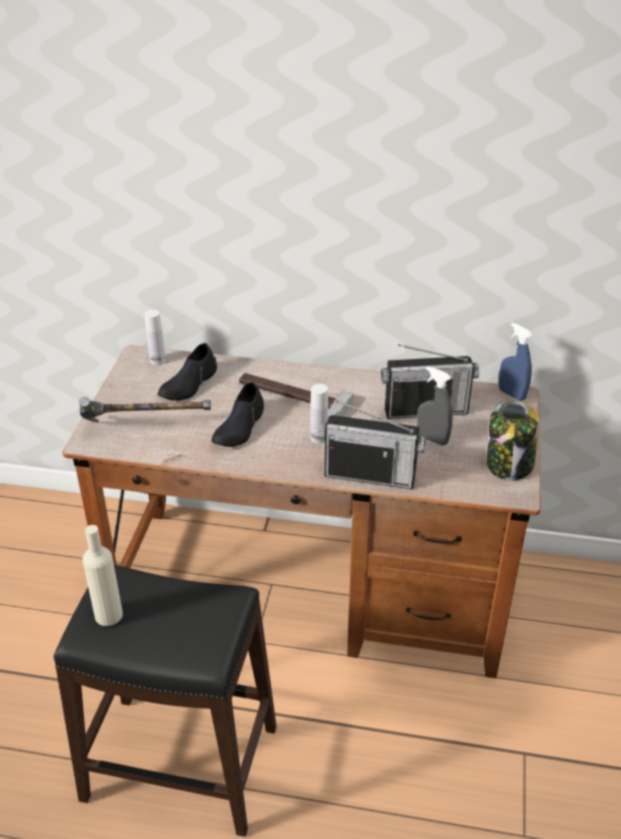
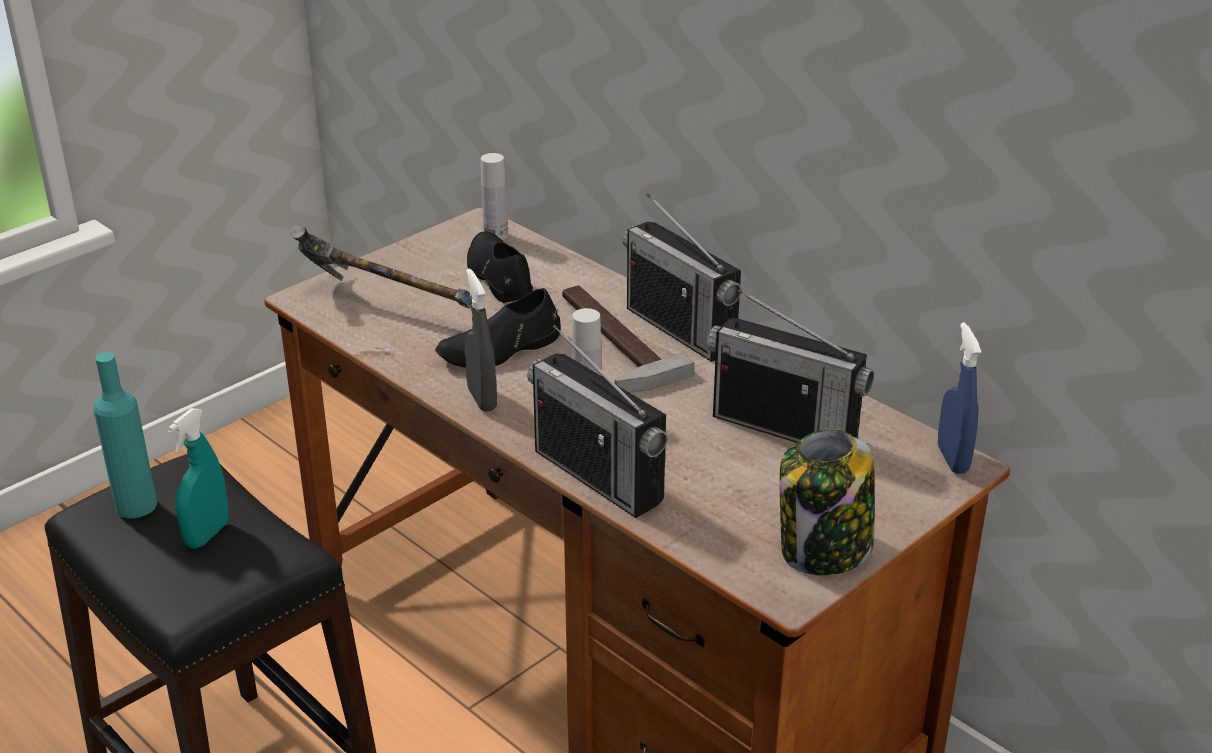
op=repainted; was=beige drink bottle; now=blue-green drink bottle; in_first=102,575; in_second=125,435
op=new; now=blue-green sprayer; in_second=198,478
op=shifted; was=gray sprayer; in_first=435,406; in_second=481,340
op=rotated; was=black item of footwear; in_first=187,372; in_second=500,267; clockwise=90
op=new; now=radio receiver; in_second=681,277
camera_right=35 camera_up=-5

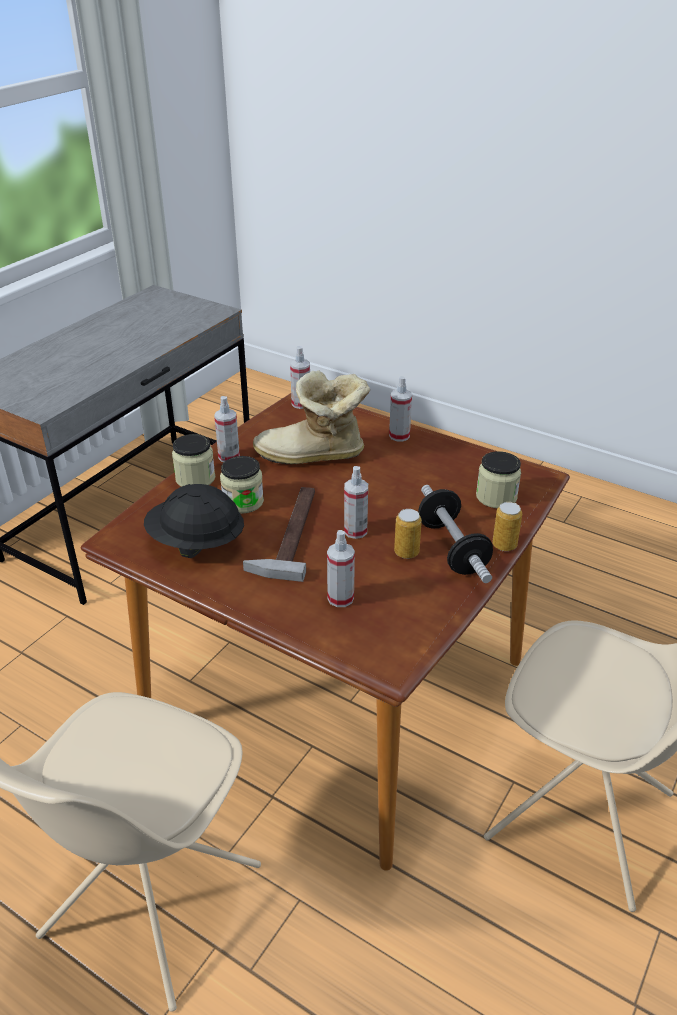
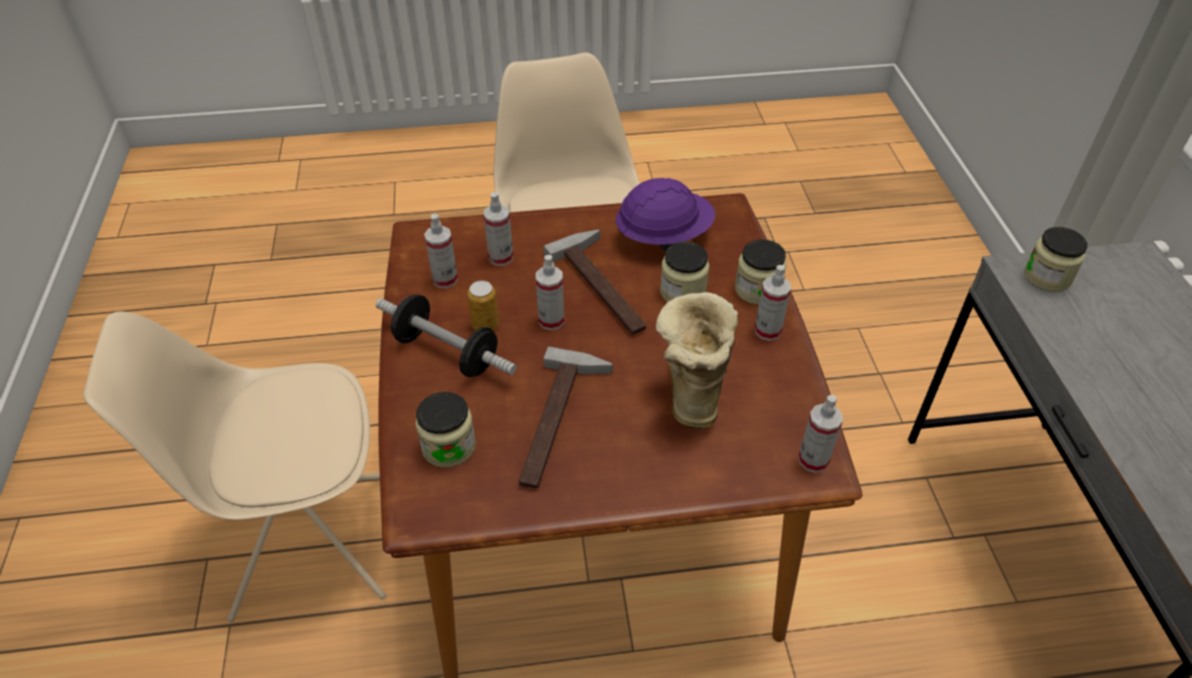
op=shifted; was=sprayer; in_first=400,409; in_second=441,251
op=new; now=hand hammer; in_second=566,417
op=repainted; was=black hard hat; now=purple-coloured hard hat; in_first=194,521; in_second=665,214
op=rotated; was=tall boot; in_first=311,417; in_second=697,360; clockwise=-45
op=new; now=jar; in_second=1056,259
op=gone; was=sealed can; in_first=507,526
camera_right=140 camera_up=10

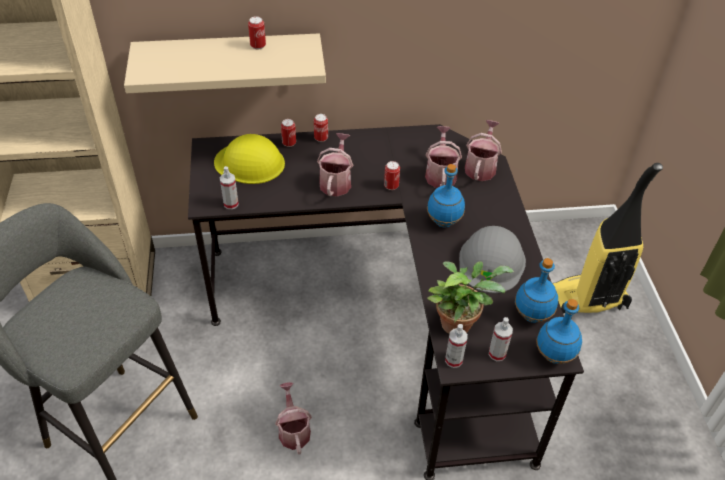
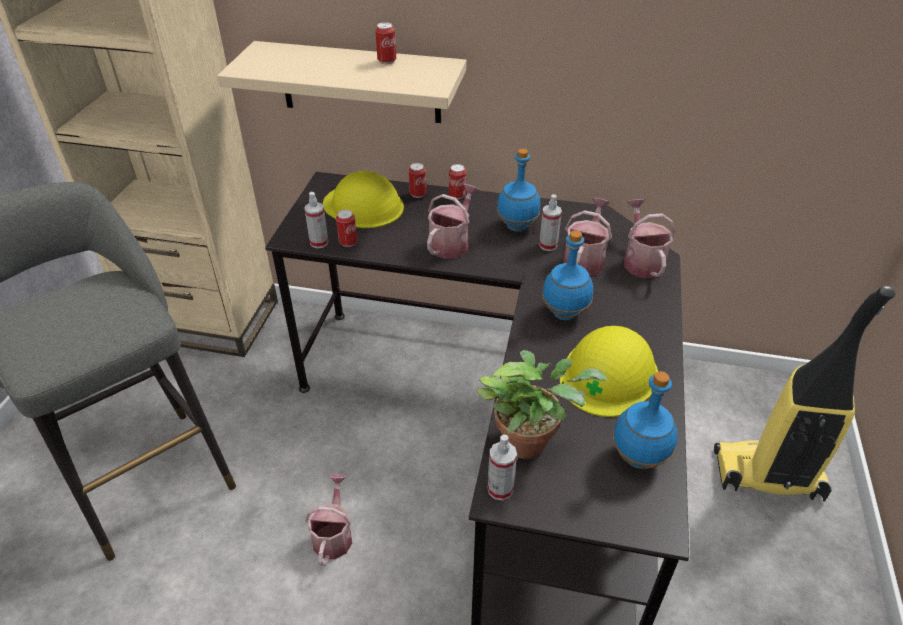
op=shifted; was=sealed can; in_first=392,175; in_second=346,228
op=shifted; was=blue drink bottle; in_first=559,331; in_second=518,190
op=shifted; was=sprayer; in_first=501,339; in_second=550,222
op=repainted; was=gray hard hat; now=yellowish hard hat; in_first=492,259; in_second=609,371
op=rotated; was=watering can; in_first=483,150; in_second=649,238; clockwise=-45
camera_right=20 camera_up=-5

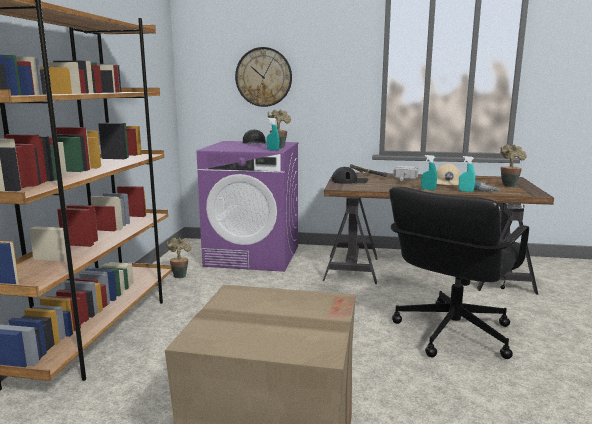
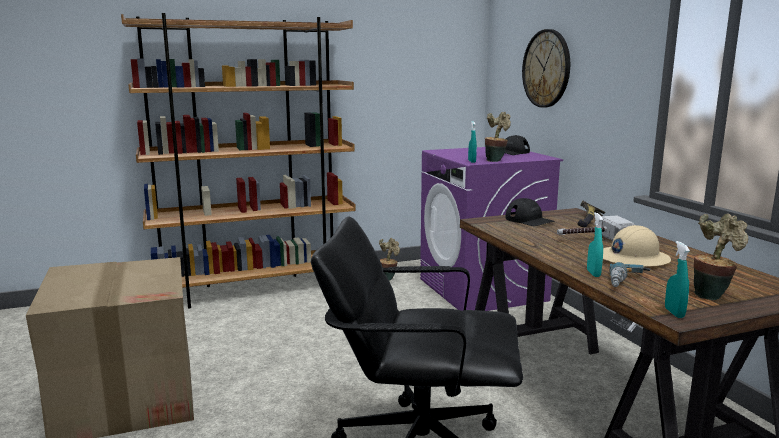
op=shifted; was=blue-green sprayer; in_first=429,172; in_second=677,279
camera_right=60 camera_up=0

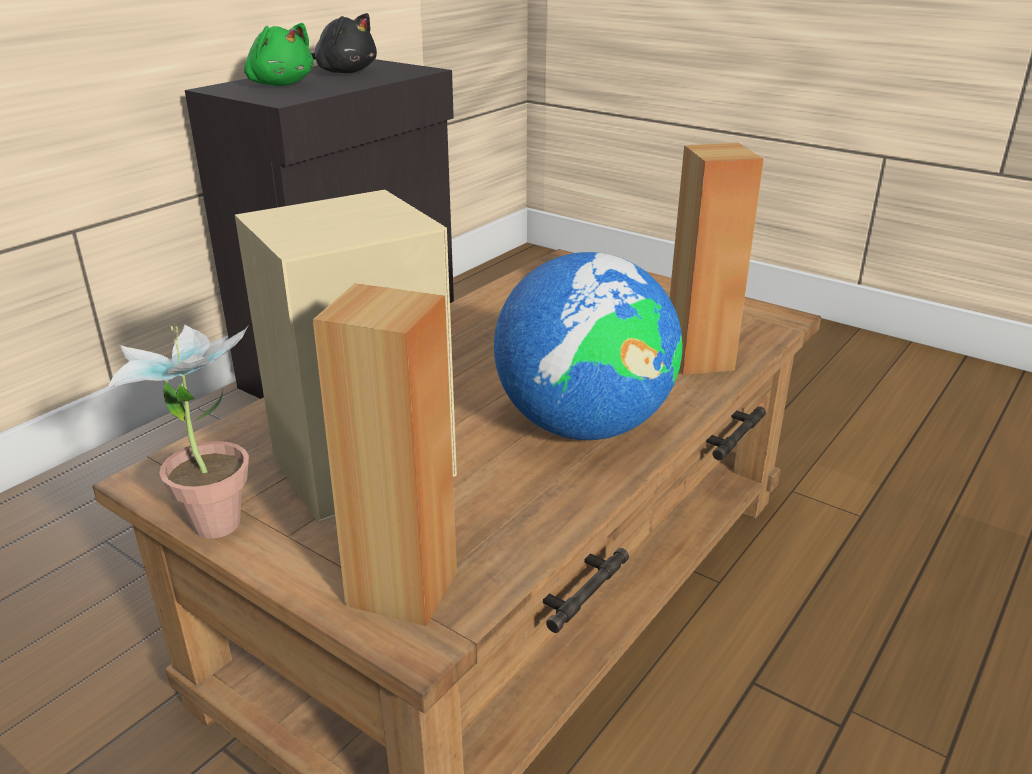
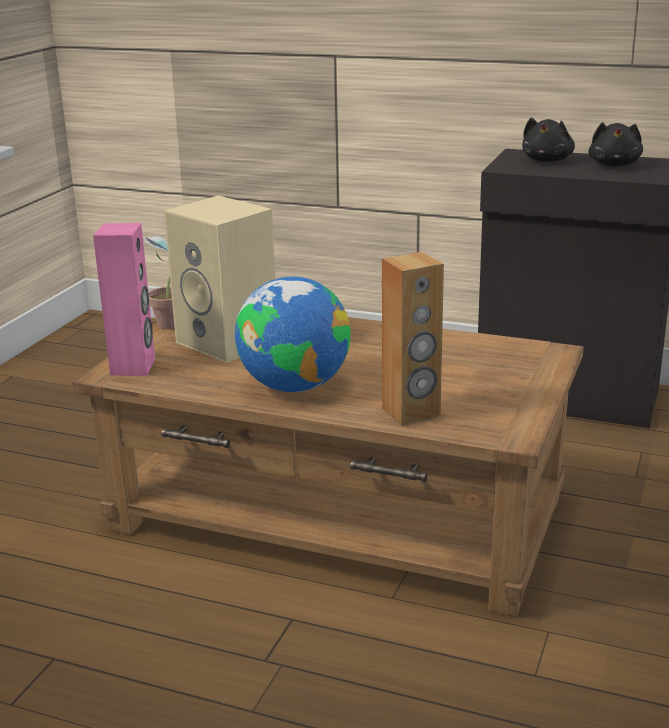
op=repainted; was=brown-coloured loudspeaker; now=pink loudspeaker; in_first=385,454; in_second=124,299
op=repainted; was=green cuddly toy; now=black cuddly toy; in_first=279,54; in_second=548,140
camera_right=75 camera_up=-5

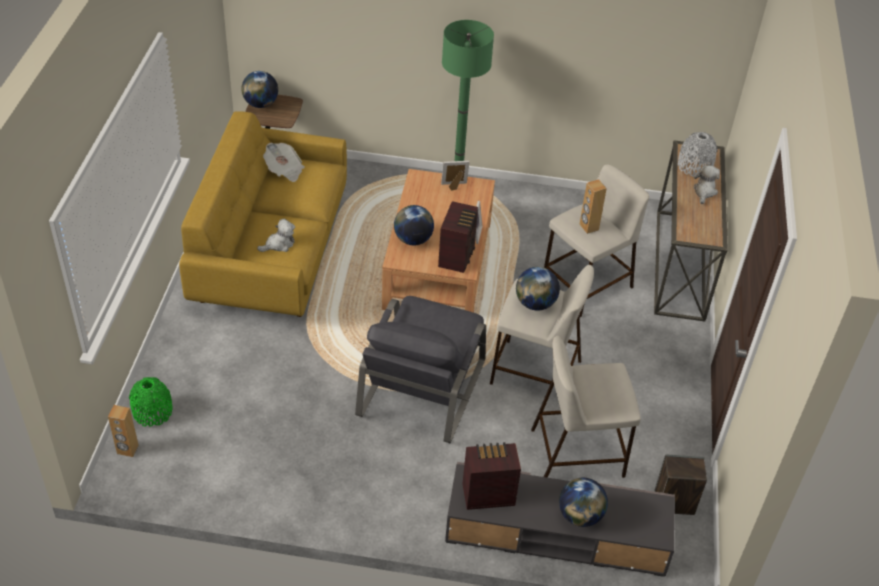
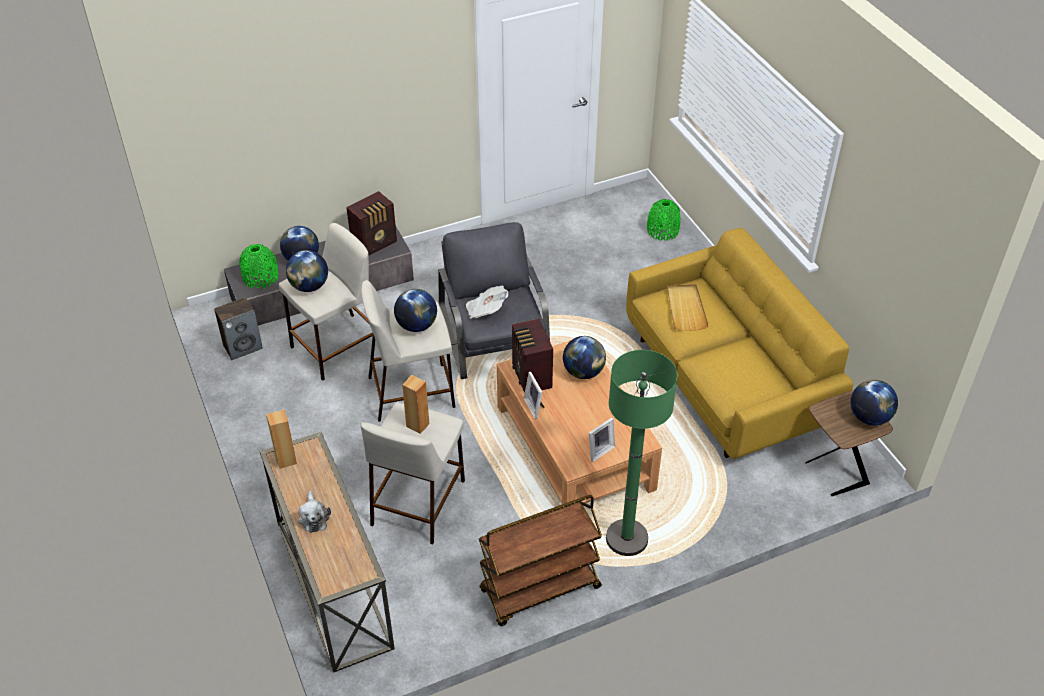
op=new; now=green vase; in_second=258,266
op=shifted; was=brown-coloured loudspeaker; in_first=123,431; in_second=281,439
op=new; now=desk globe; in_second=307,271
op=shifted; was=newspaper; in_first=284,162; in_second=487,302
op=new; now=brown-coloured trolley; in_second=540,560
op=swapped; was=cuddly toy; now=beige carrying tray; in_first=276,235; in_second=688,307
op=gone; was=gray vase; in_first=698,154
camera_right=150 camera_up=0

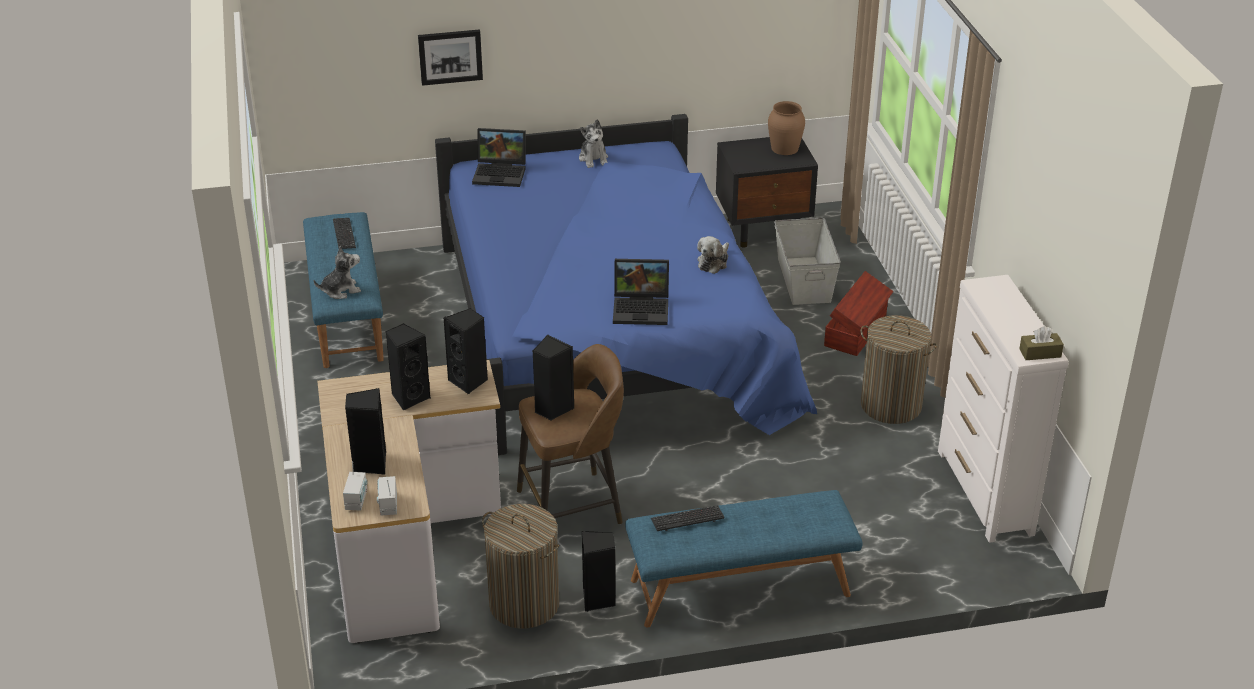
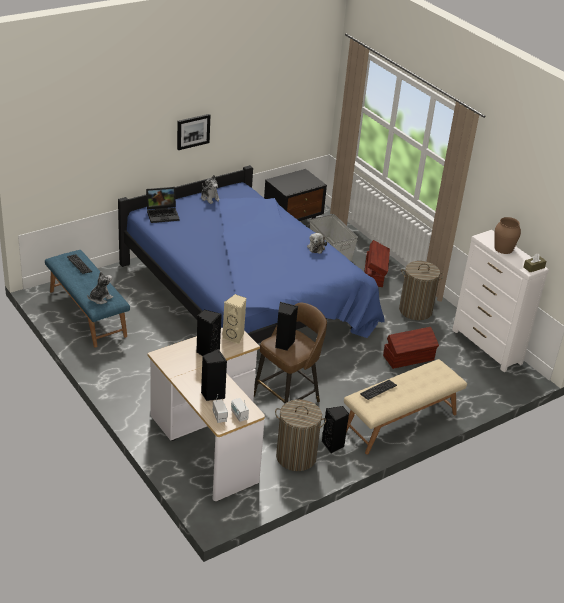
op=shifted; was=picture; in_first=450,57; in_second=193,132
op=repainted; was=black loudspeaker; now=beige loudspeaker; in_first=466,351; in_second=234,319
op=repainted; was=blue long seat; now=beige long seat; in_first=744,559; in_second=405,406
op=new; now=brown-coloured storage container; in_second=411,348
op=shifted; was=brown-coloured vase; in_first=786,128; in_second=507,235
op=gone; was=portable computer; in_first=641,292
camera_right=-25 camera_up=0

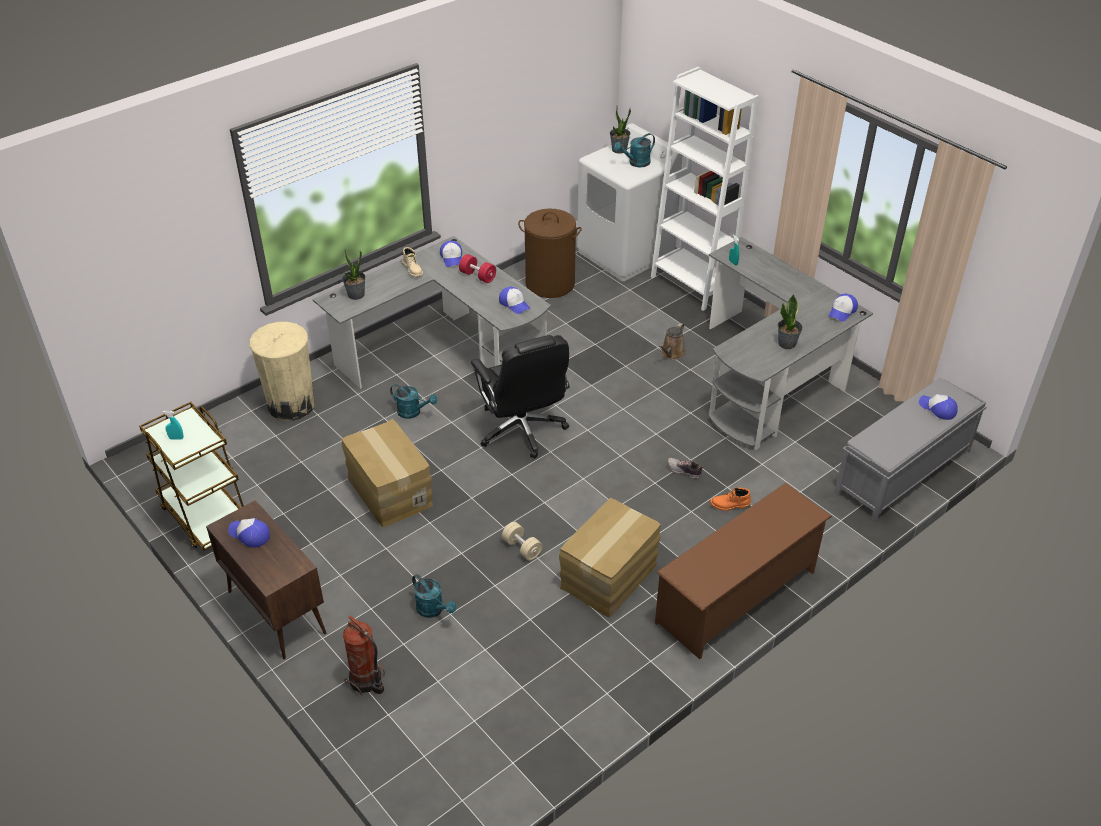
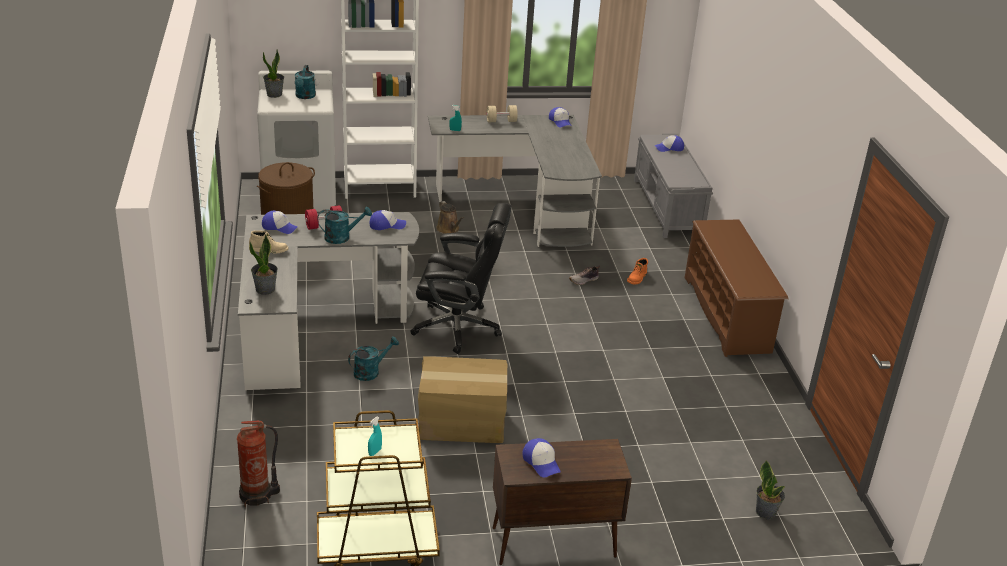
op=shifted; was=extinguisher; in_first=364,655; in_second=258,463
op=shifted; was=blue-green watering can; in_first=434,596; in_second=344,225
op=shifted; was=beige free weight; in_first=522,541; in_second=502,113
op=rotated; was=baseball cap; in_first=249,533; in_second=541,457; clockwise=-90
op=shifted; was=potted plant; in_first=790,321; in_second=770,490
op=gone; was=beige trash can; in_first=282,371
op=gone; was=cardboard box; in_first=610,558
camera_right=-60 camera_up=-10

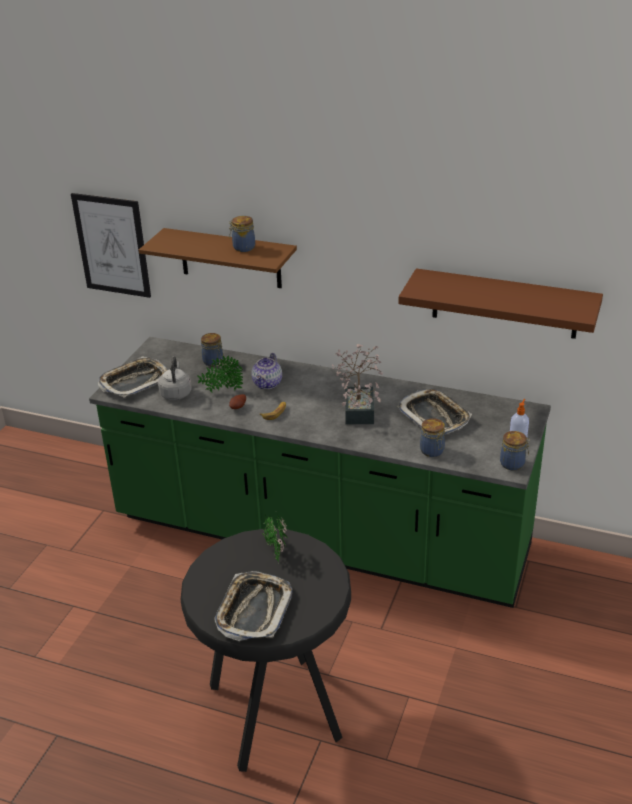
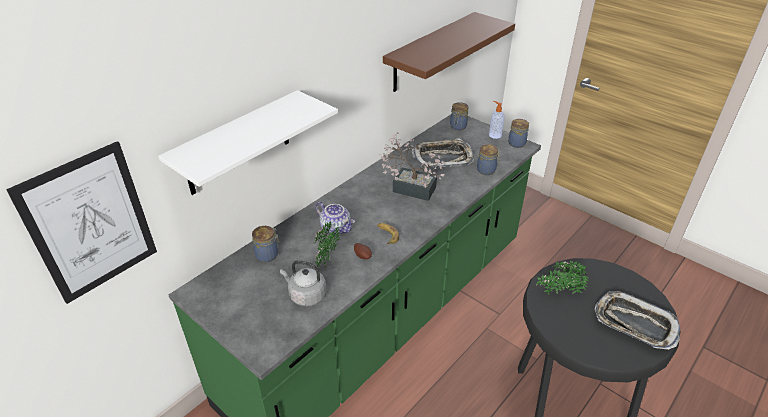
op=repainted; was=brown-coloured bracket shelf; now=white-coloured bracket shelf; in_first=218,258; in_second=248,142
op=shifted; was=jar; in_first=242,234; in_second=459,116
op=gone; was=carrying tray; in_first=133,376
camera_right=-70 camera_up=5

